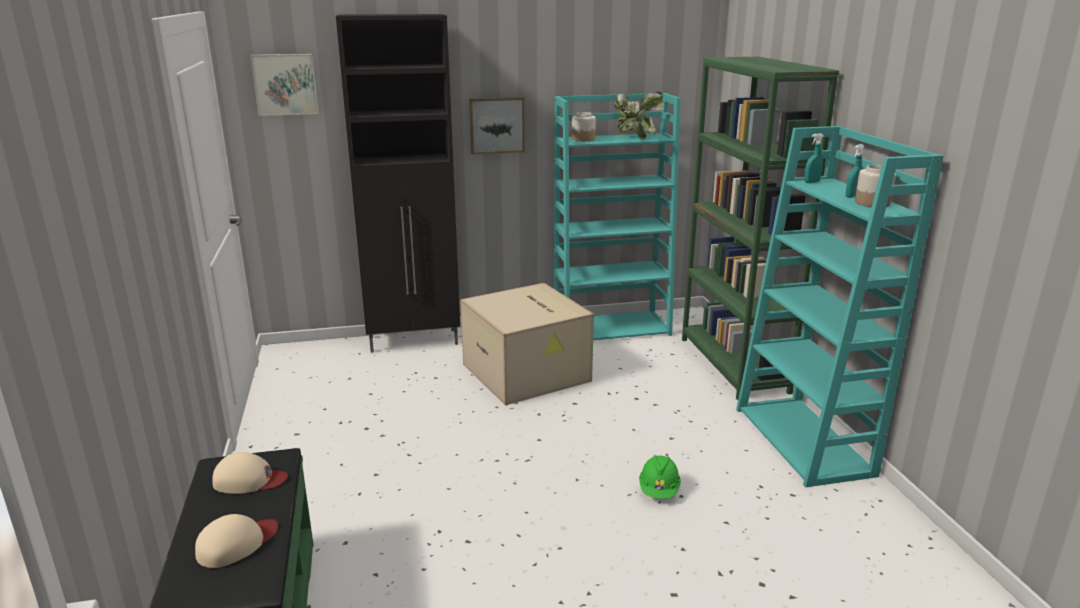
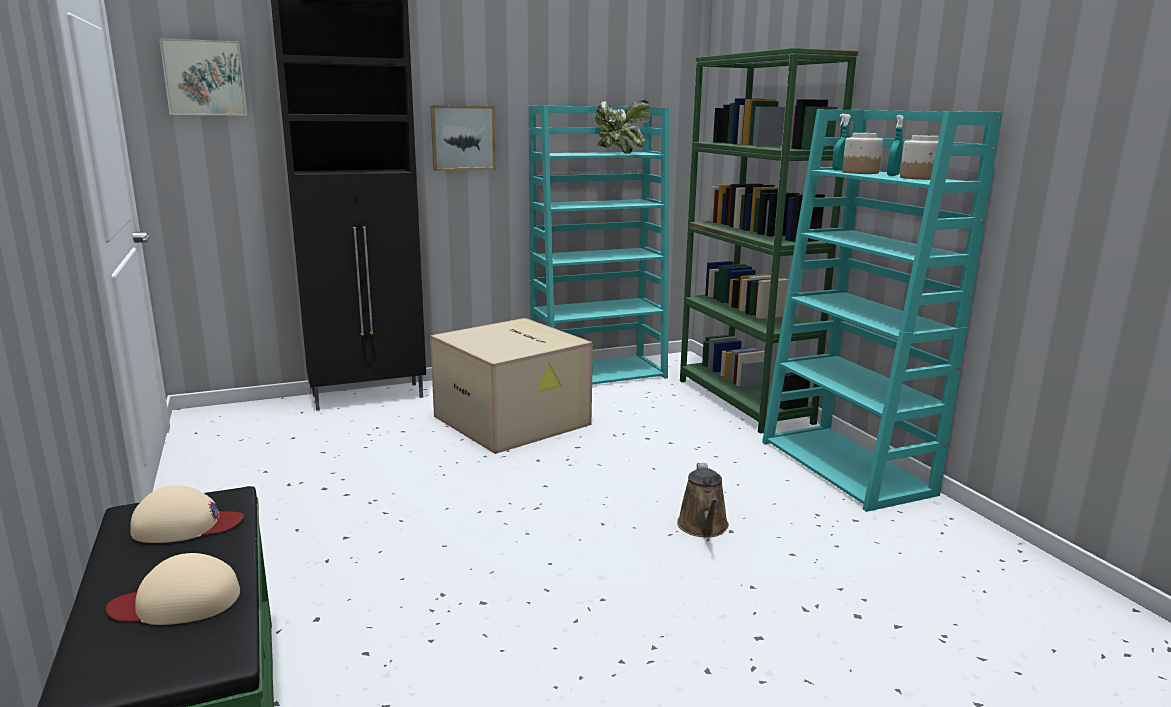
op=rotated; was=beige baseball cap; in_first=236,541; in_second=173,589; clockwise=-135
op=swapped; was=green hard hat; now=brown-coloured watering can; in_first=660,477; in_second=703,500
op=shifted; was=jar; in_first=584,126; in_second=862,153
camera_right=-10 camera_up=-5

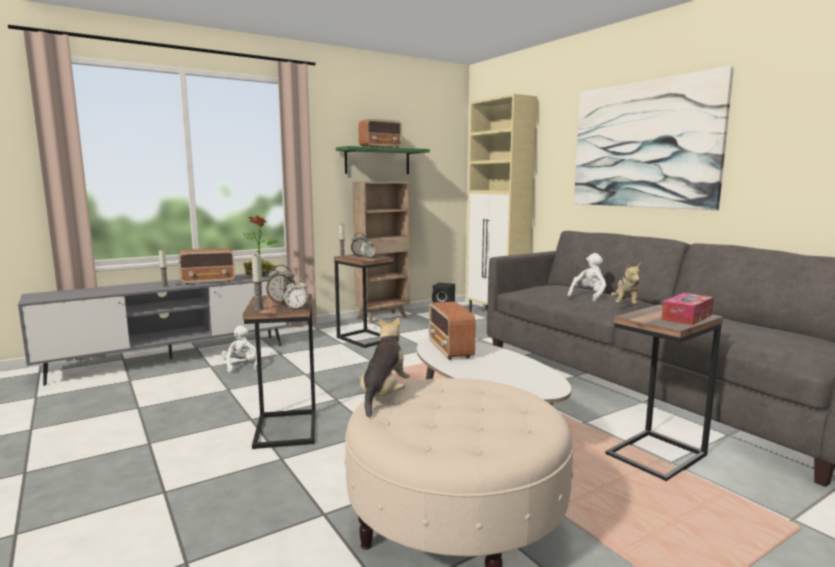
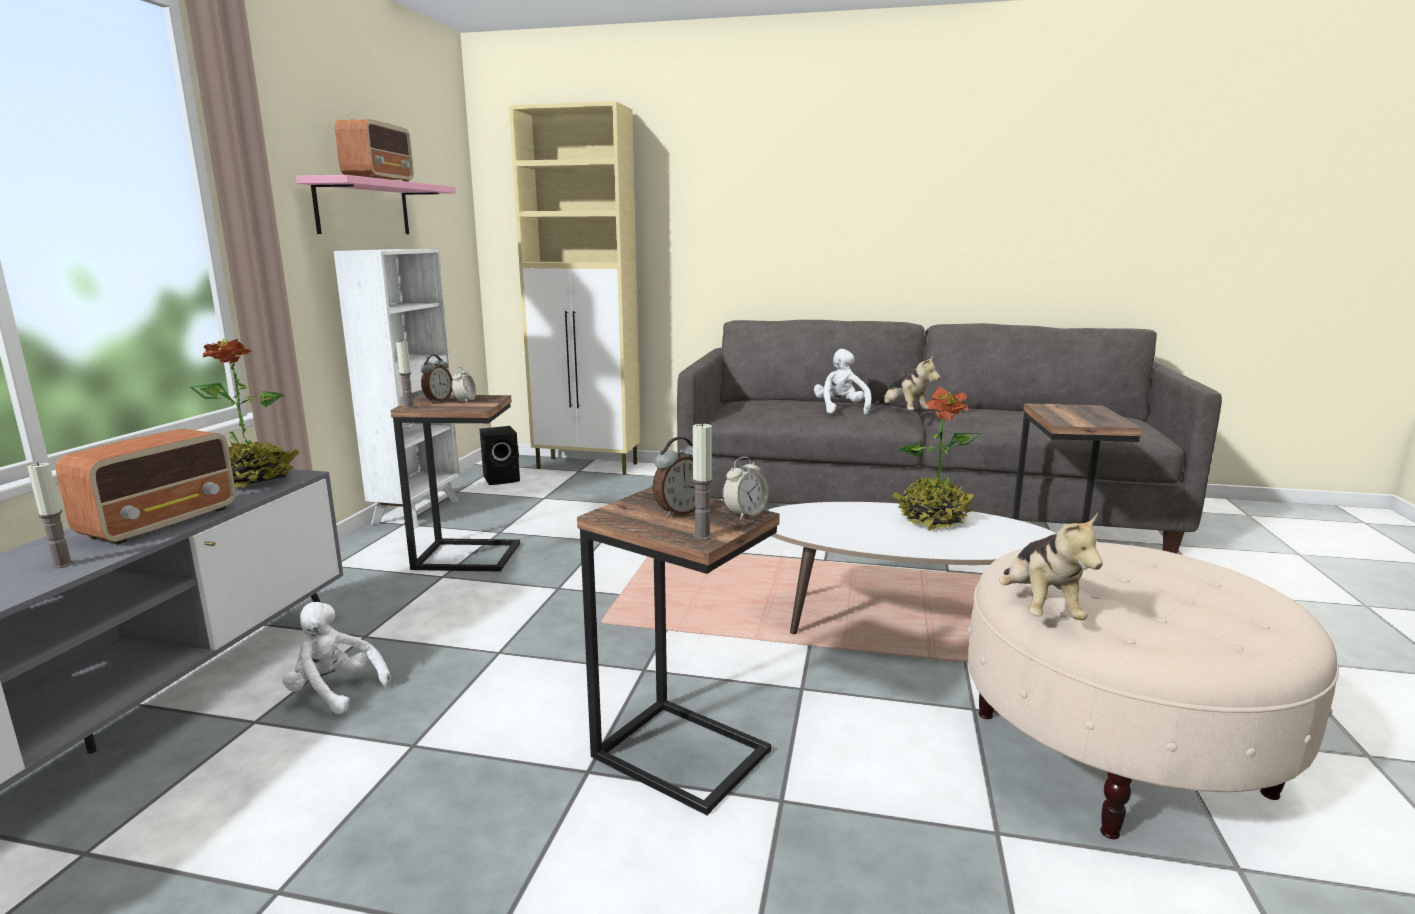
op=repainted; was=green bracket shelf; now=pink bracket shelf; in_first=383,160; in_second=375,204
op=repainted; was=brown-coloured shelving unit; now=white-coloured shelving unit; in_first=381,253; in_second=397,388
op=new; now=potted plant; in_second=937,458
op=rotated; was=cuddly toy; in_first=385,367; in_second=1051,566; clockwise=-150
op=gone; was=radio receiver; in_first=452,331
op=gone; was=picture; in_first=654,138
op=gone; was=box of tissues; in_first=687,309
camera_right=-45 camera_up=5

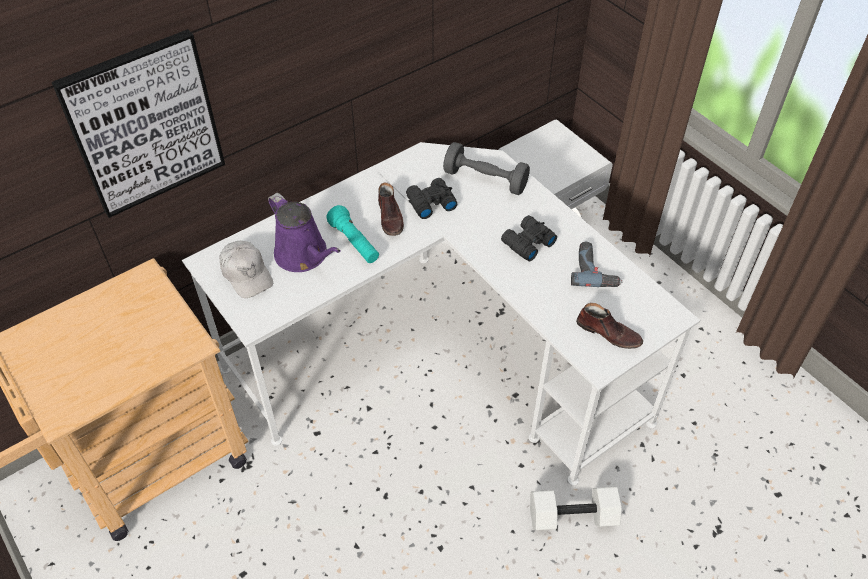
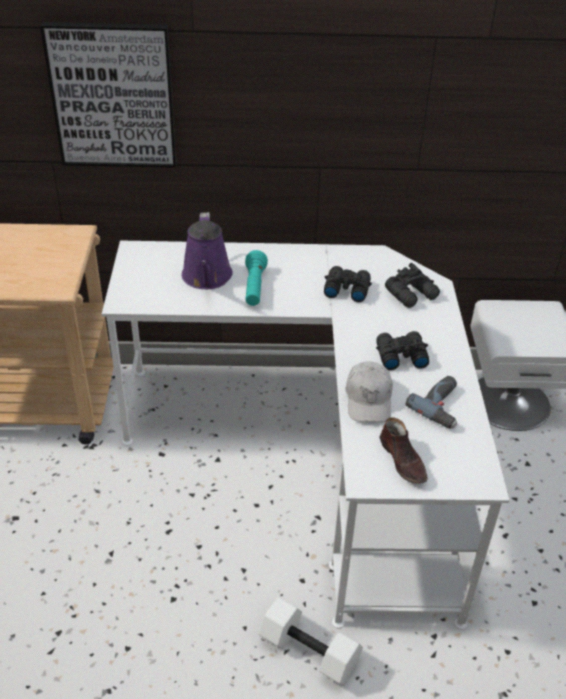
op=shifted; was=white-coloured baseball cap; in_first=246,269; in_second=369,391
op=swapped; was=gray free weight; now=black pair of binoculars; in_first=486,168; in_second=412,285
op=gone; was=brown-coloured item of footwear; in_first=391,209
camera_right=35 camera_up=-10

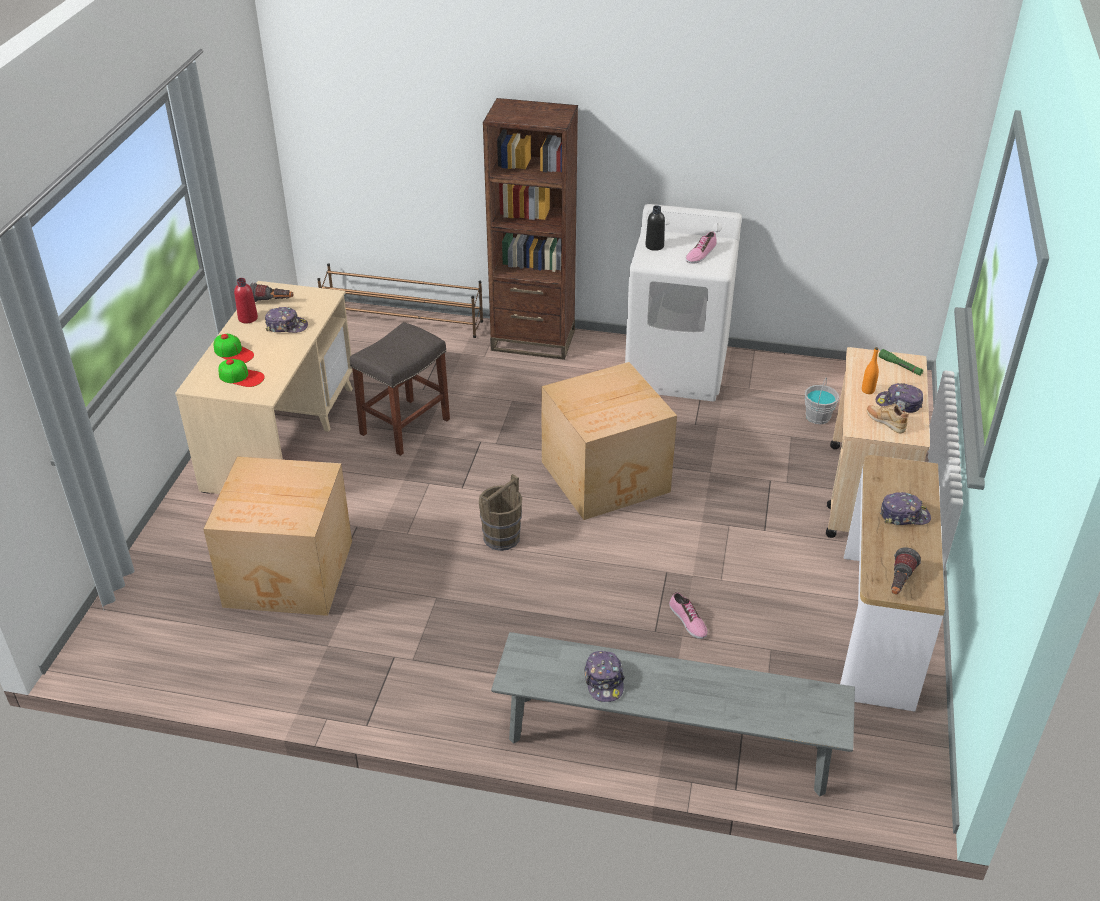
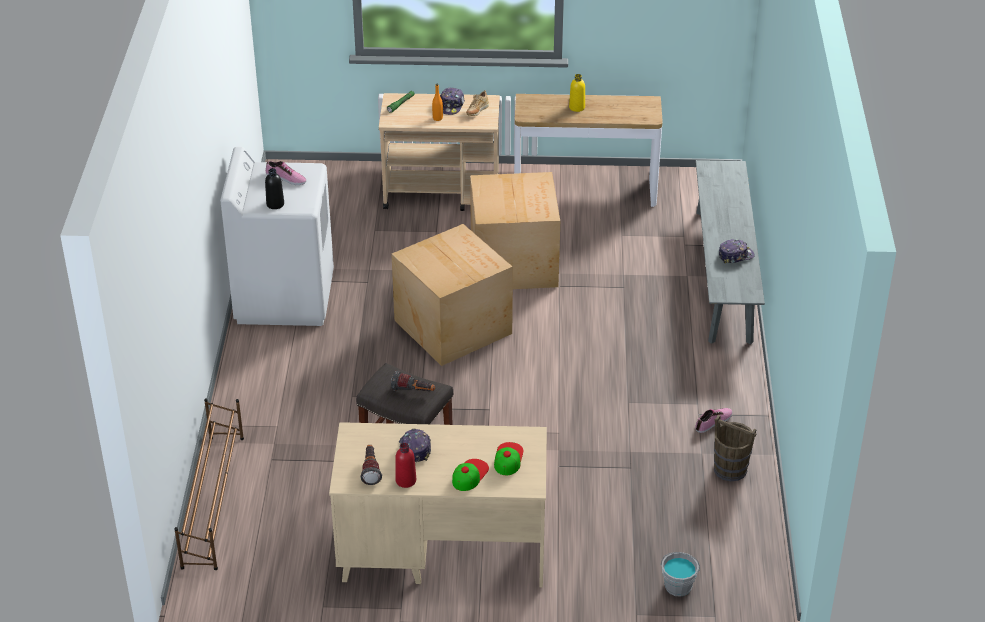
op=shifted; was=flashlight; in_first=906,571; in_second=413,381
op=shifted; was=cardboard box; in_first=277,536; in_second=515,230
op=swapped; was=baseball cap; now=yellowish drink bottle; in_first=905,508; in_second=577,93
op=shifted; was=gray bucket; in_first=822,400; in_second=680,574
op=shifted; was=item of footwear; in_first=688,615; in_second=713,420
op=shifted; was=brown-coloured bucket; in_first=500,512; in_second=735,448
op=gone; was=brown-coloured shelving unit; in_first=530,229
camera_right=-100 camera_up=0

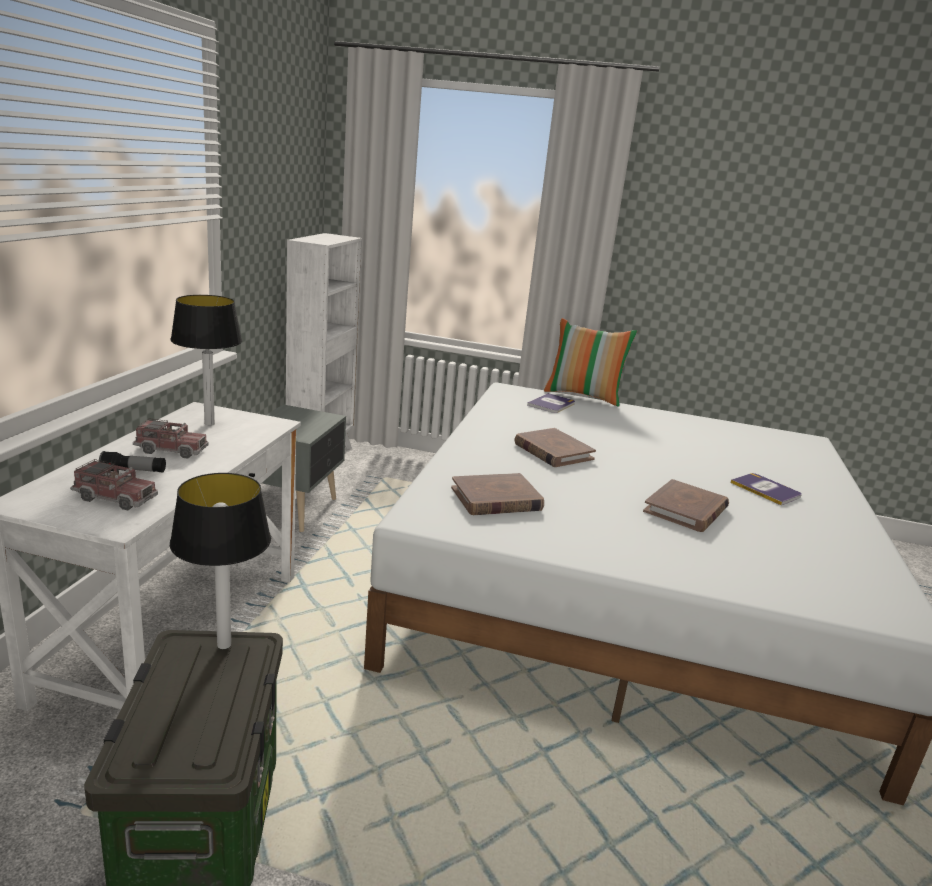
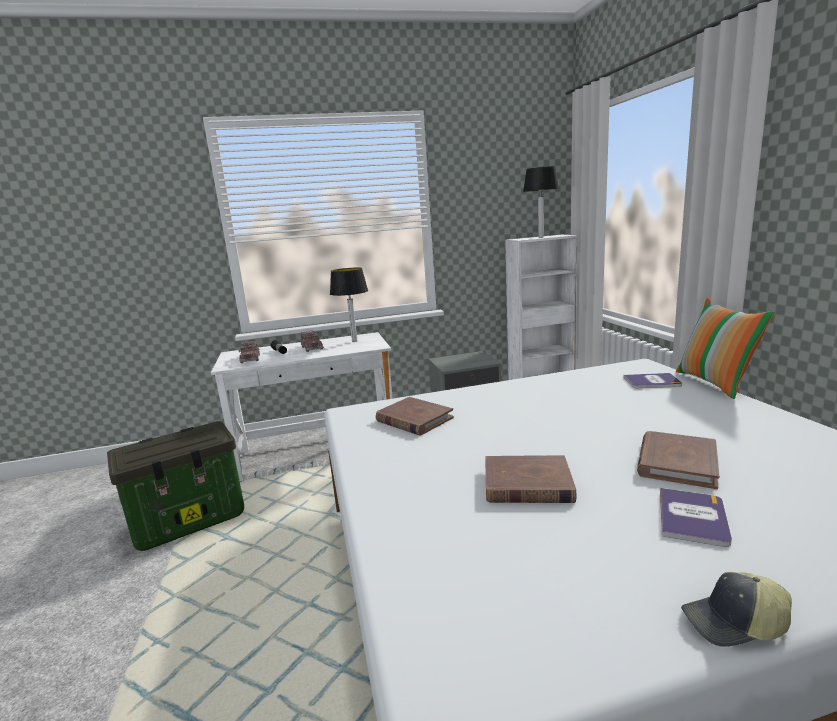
op=shifted; was=tabletop lamp; in_first=220,561; in_second=541,202
op=shifted; was=brown-coloured bound book; in_first=555,447; in_second=678,460
op=new; now=baseball cap; in_second=736,609
camera_right=65 camera_up=-5

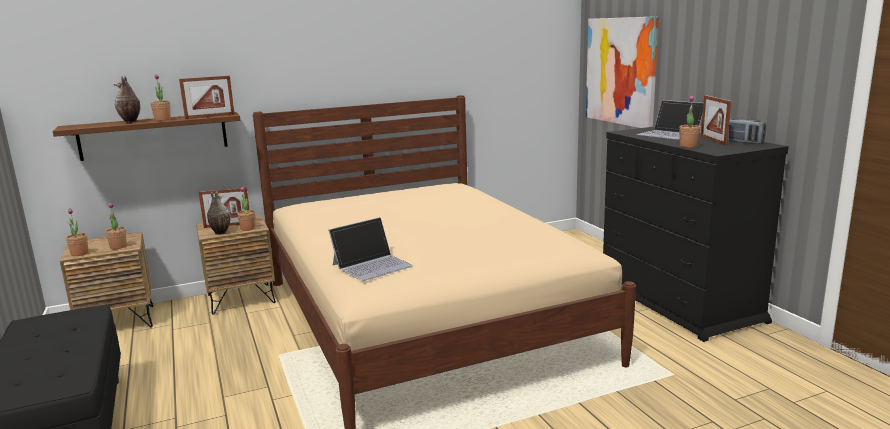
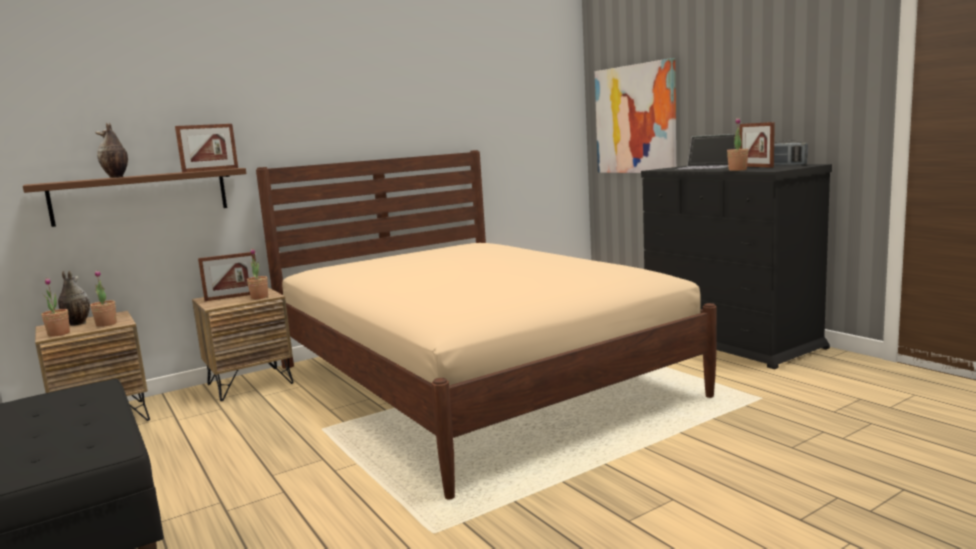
op=shifted; was=vase; in_first=218,213; in_second=74,298
op=gone; was=potted plant; in_first=161,97
op=gone; was=portable computer; in_first=370,249
camera_right=-10 camera_up=-5

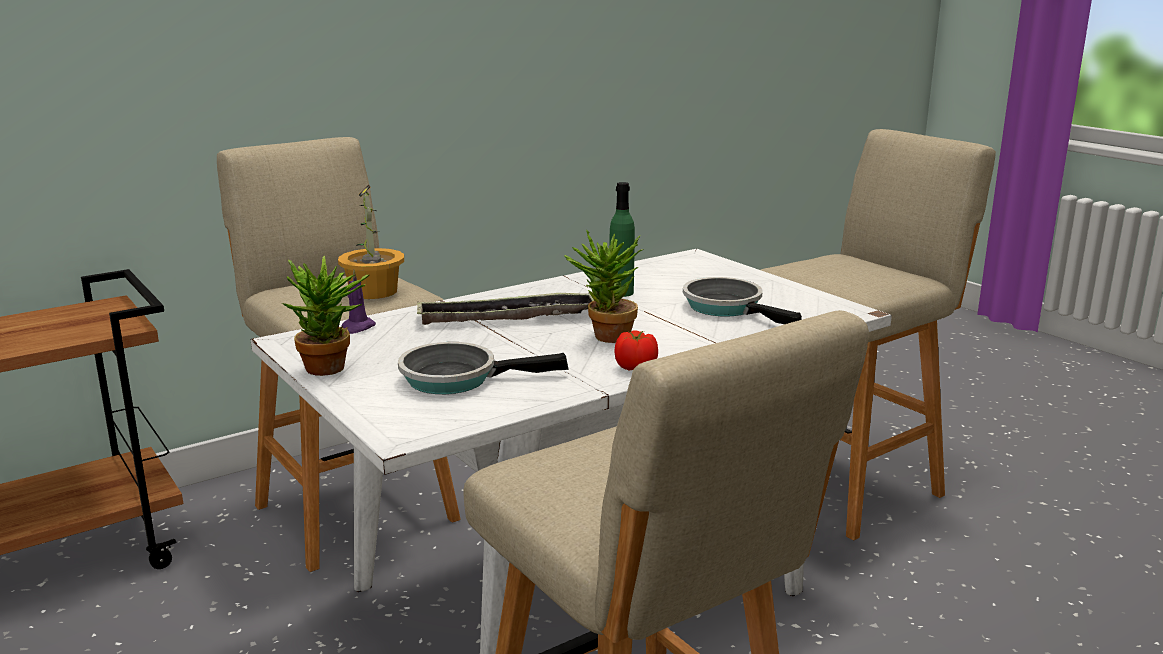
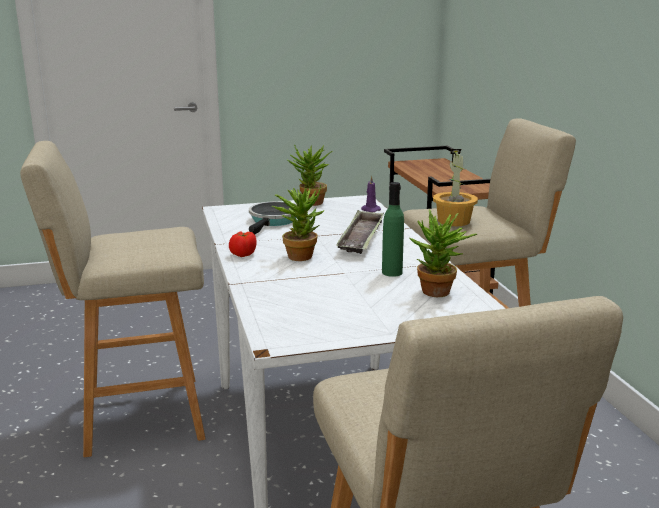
op=new; now=potted plant; in_second=443,253
op=gone; was=frying pan; in_first=742,300
camera_right=110 camera_up=0

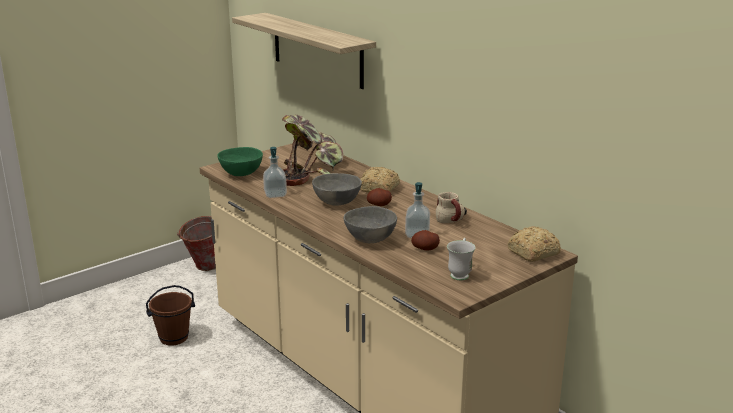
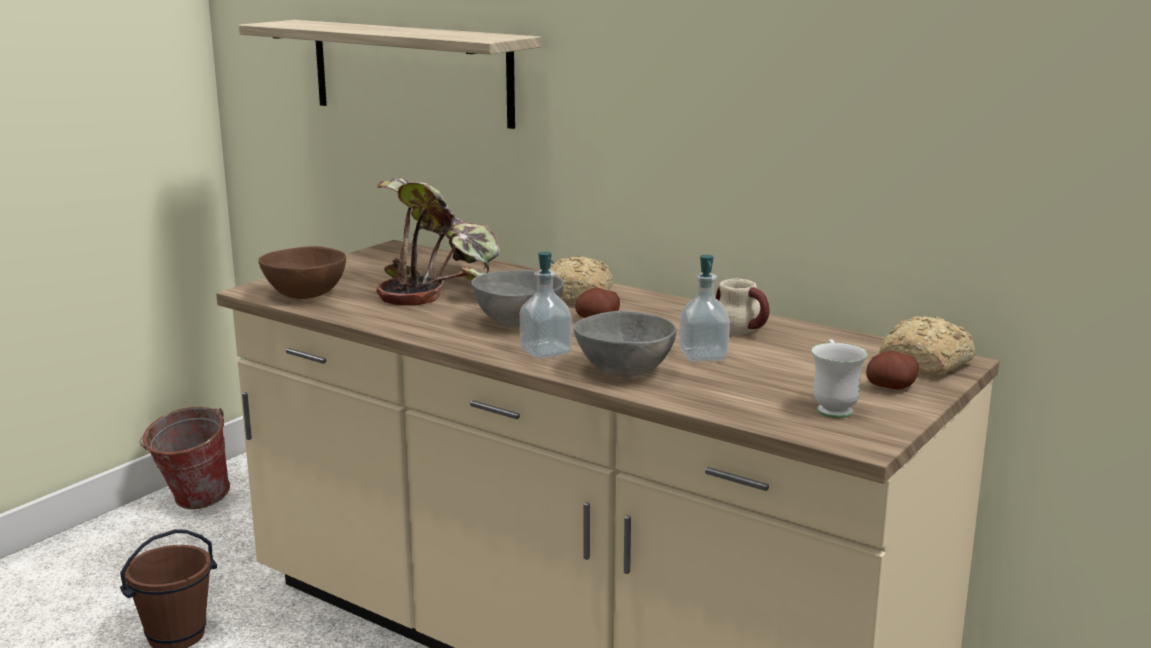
op=repainted; was=green bowl; now=brown-coloured bowl; in_first=240,161; in_second=302,272
op=shifted; was=soap dispenser; in_first=275,172; in_second=546,305
op=shifted; was=potato; in_first=425,240; in_second=892,369
camera_right=-15 camera_up=-5

